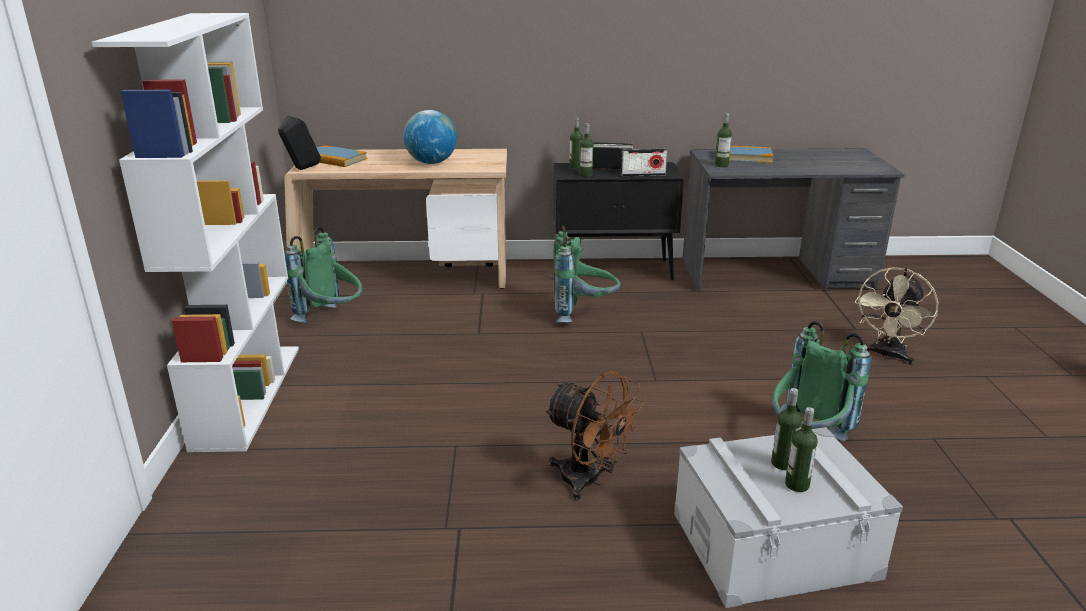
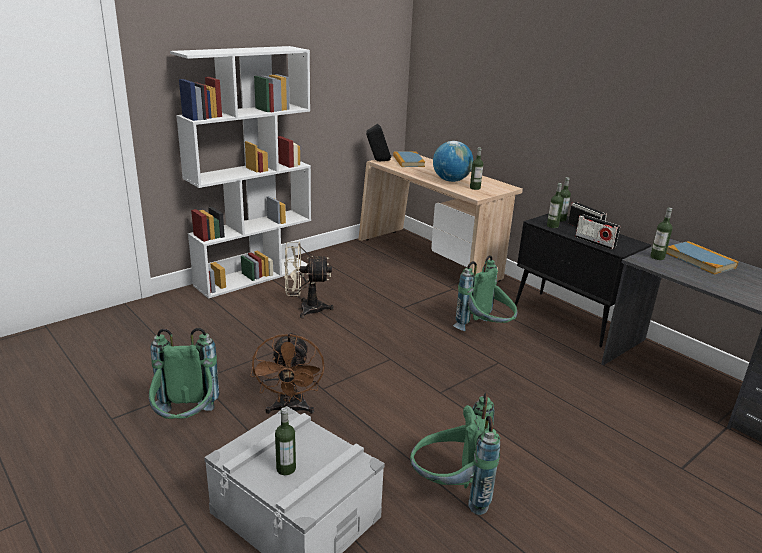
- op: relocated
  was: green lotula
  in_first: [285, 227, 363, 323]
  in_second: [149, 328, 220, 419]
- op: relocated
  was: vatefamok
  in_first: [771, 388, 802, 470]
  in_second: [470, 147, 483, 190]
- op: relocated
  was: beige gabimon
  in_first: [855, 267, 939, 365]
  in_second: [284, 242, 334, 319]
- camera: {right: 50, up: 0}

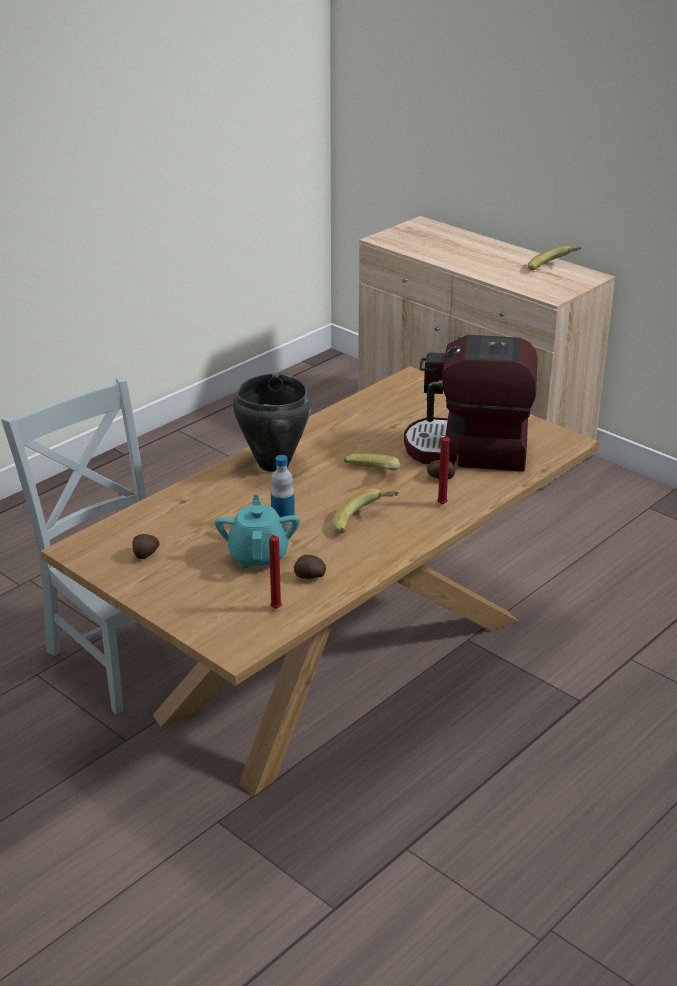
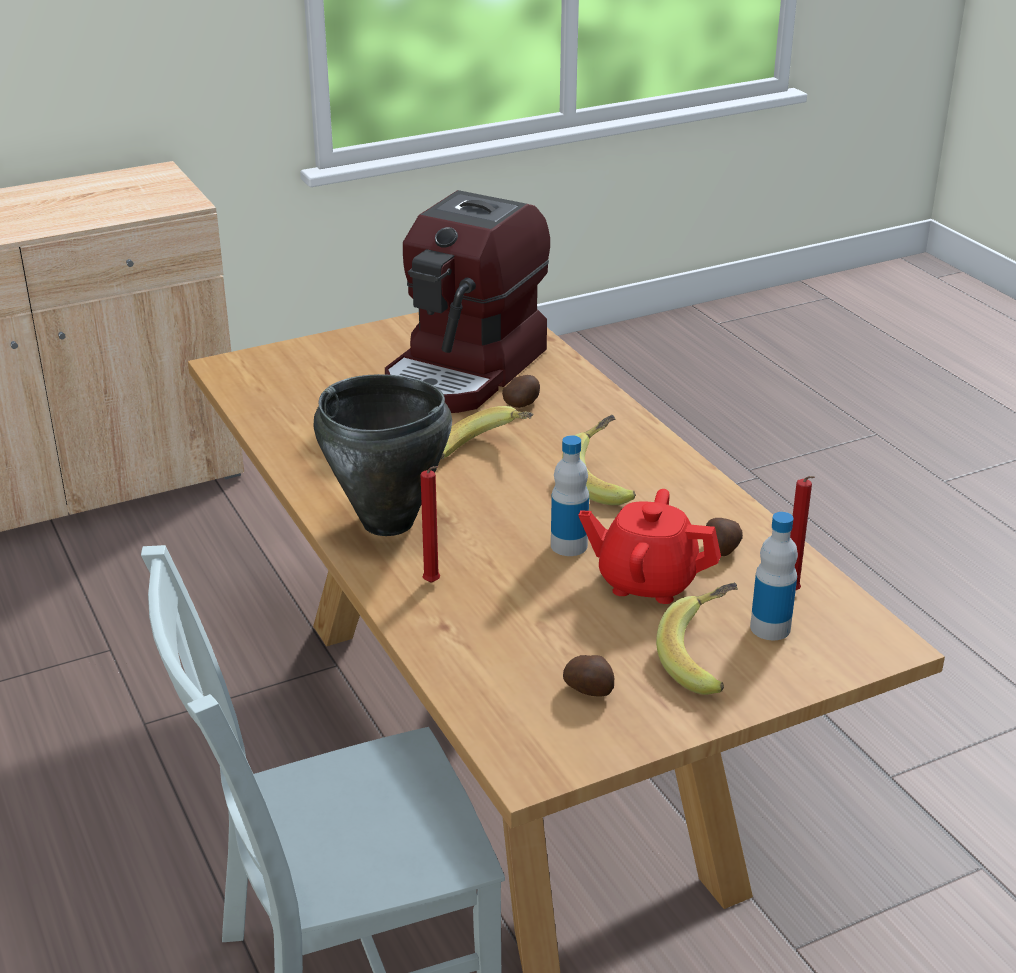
- op: colour
  was: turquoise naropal
  now: red naropal
  in_first: [215, 495, 300, 568]
  in_second: [579, 489, 721, 604]
- op: relocated
  was: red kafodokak
  in_first: [437, 435, 450, 504]
  in_second: [421, 466, 440, 583]
- op: relocated
  was: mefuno
  in_first: [528, 246, 581, 270]
  in_second: [656, 582, 738, 695]
- op: appeared
  now: vatefamok
  in_second: [750, 512, 798, 640]
- camera: {right: -70, up: 0}

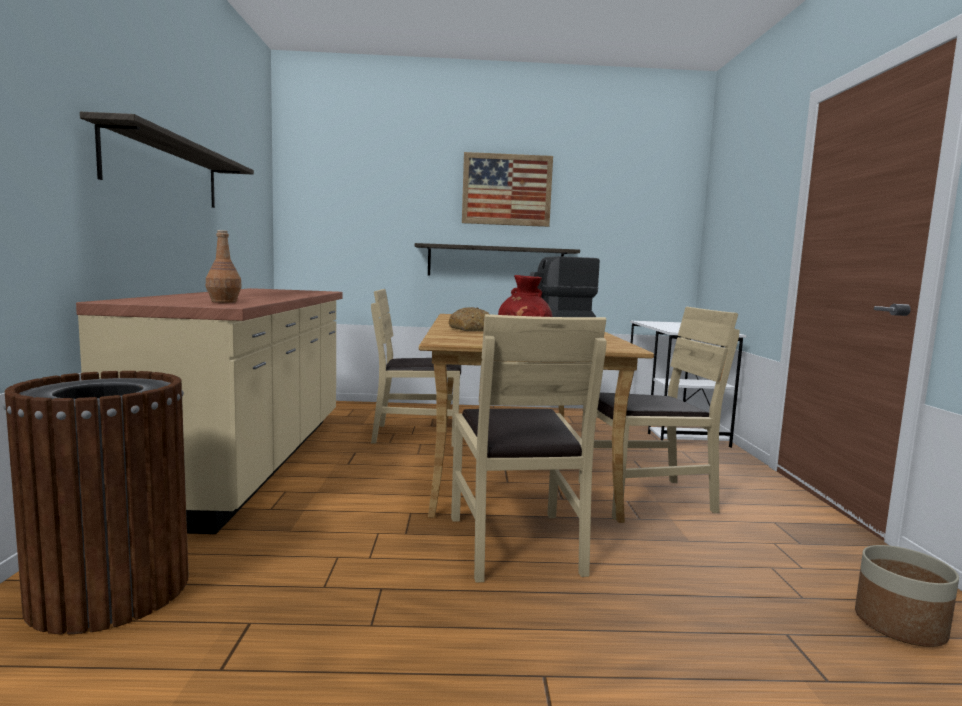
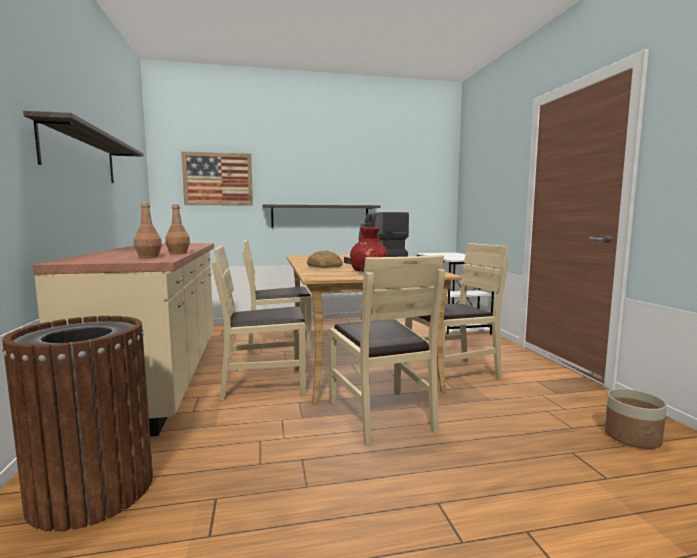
- op: relocated
  was: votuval
  in_first: [462, 152, 553, 227]
  in_second: [181, 151, 253, 206]
- op: appeared
  now: brown vatefamok
  in_second: [165, 204, 190, 254]
- op: appeared
  now: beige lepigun
  in_second: [212, 245, 306, 400]
- camera: {right: -10, up: 0}

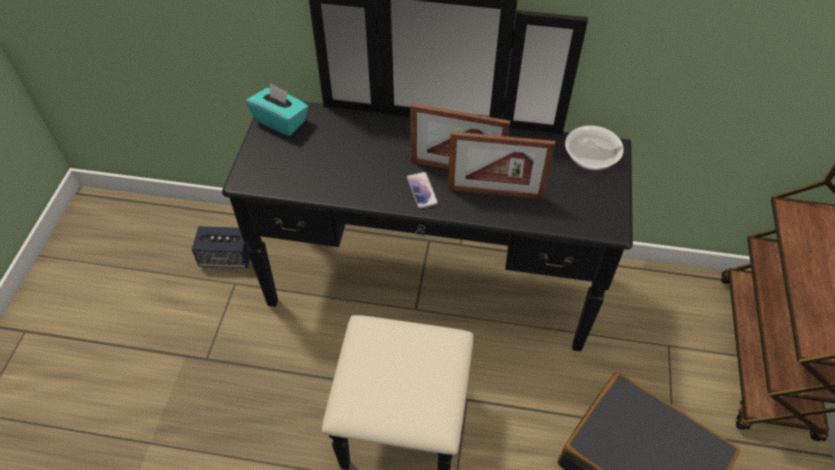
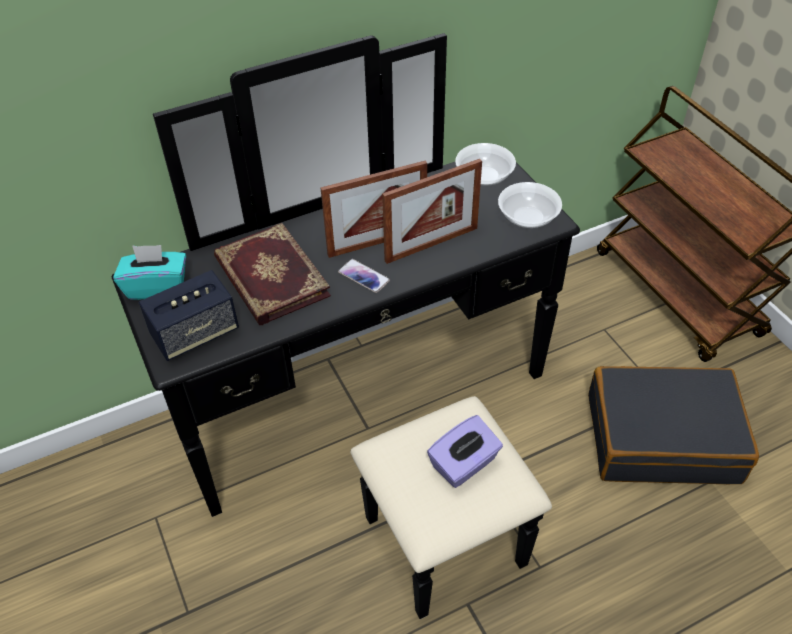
- op: relocated
  was: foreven
  in_first: [192, 226, 250, 268]
  in_second: [138, 270, 239, 361]
- op: appeared
  now: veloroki
  in_second: [214, 223, 331, 325]
- op: appeared
  now: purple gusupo
  in_second: [427, 415, 503, 488]
- op: appeared
  now: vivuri
  in_second: [498, 182, 562, 228]
- camera: {right: -35, up: -5}

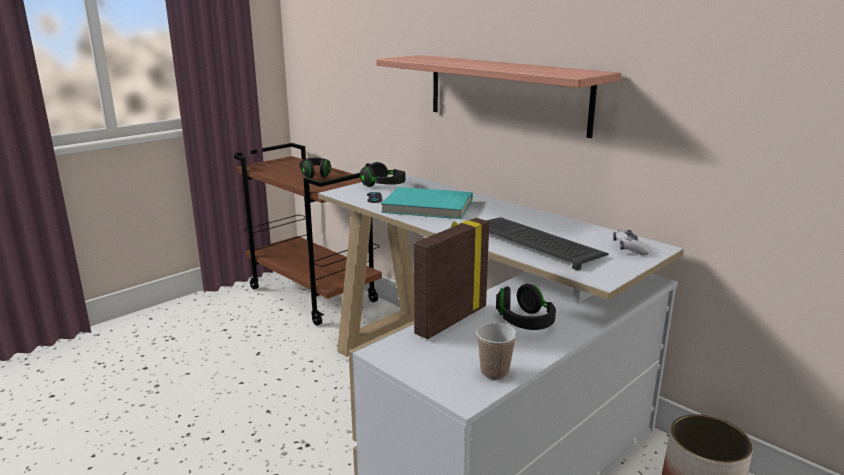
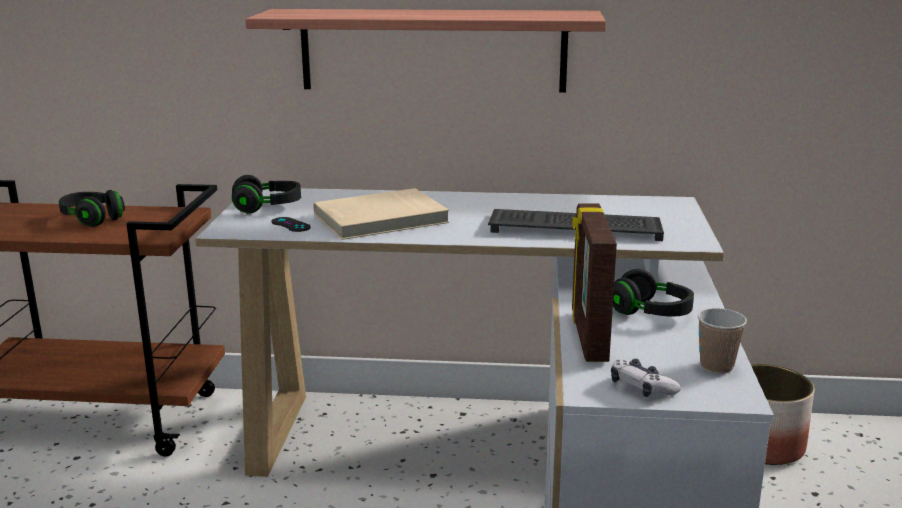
- op: colour
  was: turquoise veloroki
  now: beige veloroki
  in_first: [381, 187, 473, 219]
  in_second: [313, 188, 449, 240]
- op: relocated
  was: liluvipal
  in_first: [613, 229, 649, 255]
  in_second: [611, 359, 681, 397]
- camera: {right: -40, up: 0}

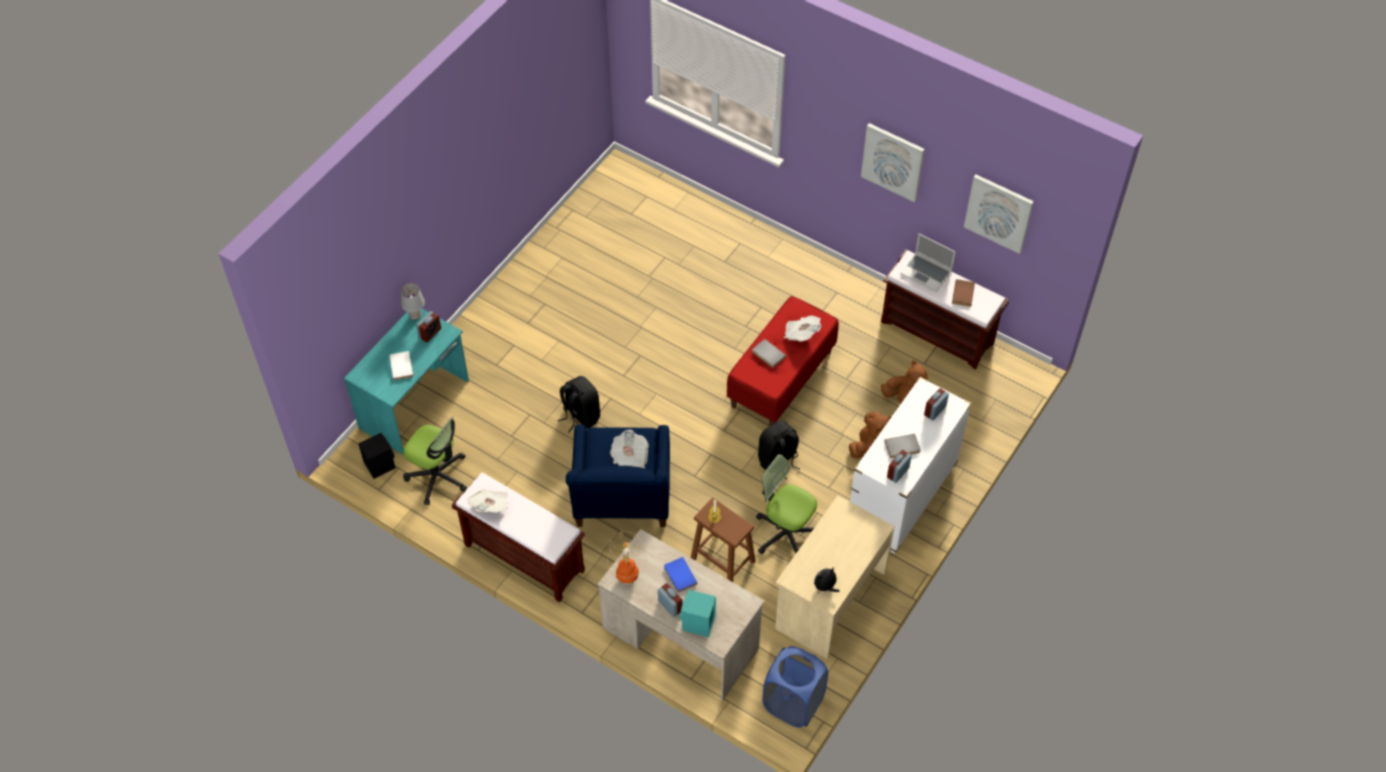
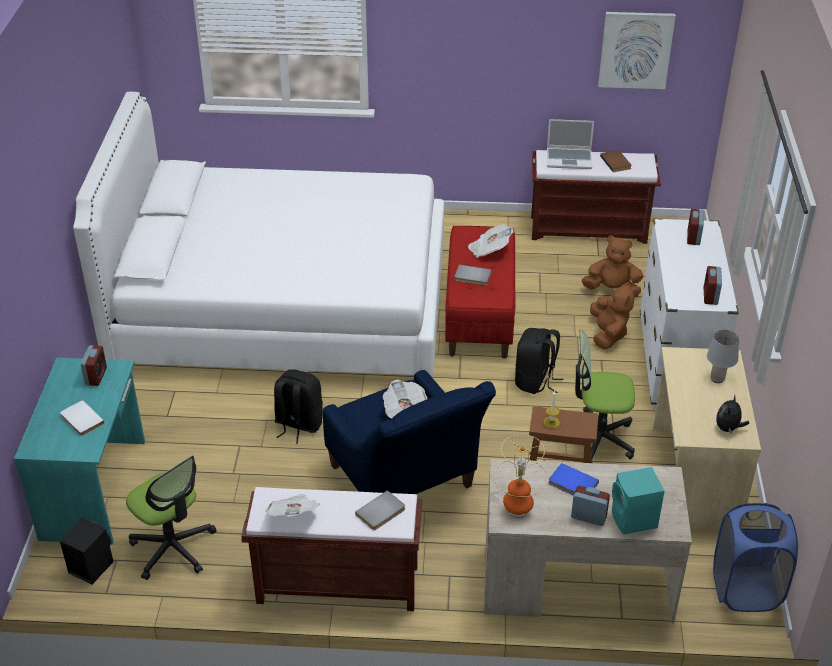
- op: relocated
  was: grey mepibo
  in_first: [401, 284, 425, 320]
  in_second: [707, 330, 739, 383]
- op: spun
  was: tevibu
  in_first: [403, 416, 467, 505]
  in_second: [126, 455, 217, 580]
  clockwise: 45
- op: missing
  was: votuval
  in_first: [861, 123, 925, 202]
- op: relocated
  was: grey veloroki
  in_first: [884, 434, 921, 458]
  in_second: [355, 490, 405, 530]
- op: appeared
  now: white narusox
  in_second: [73, 92, 444, 377]
- camera: {right: -30, up: -15}

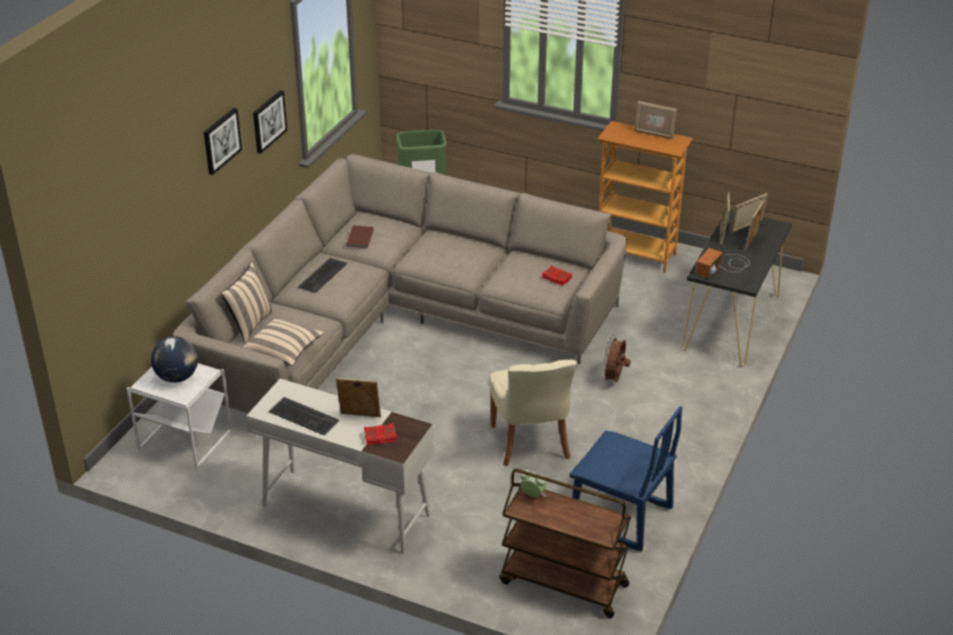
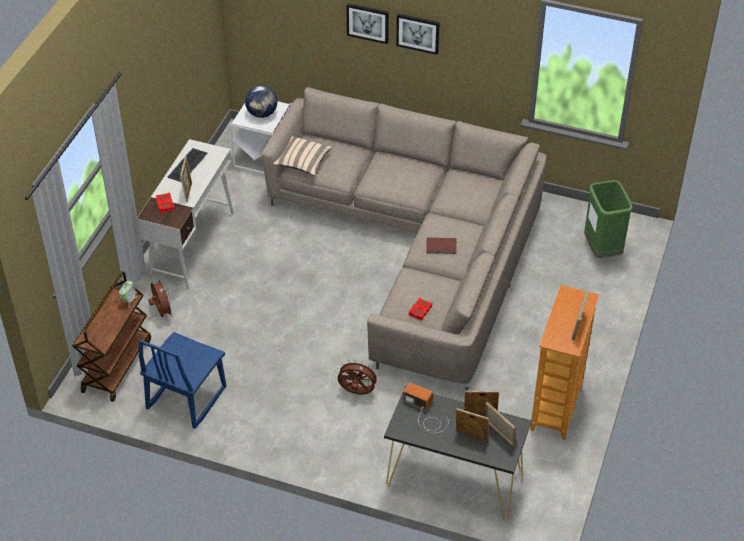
- op: missing
  was: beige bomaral
  in_first: [221, 262, 274, 343]
- op: relocated
  was: votuval
  in_first: [253, 90, 287, 154]
  in_second: [346, 3, 389, 44]
- op: missing
  was: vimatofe
  in_first: [298, 258, 347, 293]
- op: relocated
  was: brown veloroki
  in_first: [346, 225, 374, 248]
  in_second: [426, 237, 456, 254]
- op: missing
  was: beige lepigun
  in_first: [489, 360, 577, 466]
- op: appeared
  now: brown gabimon
  in_second: [148, 278, 174, 317]
- camera: {right: 85, up: 10}

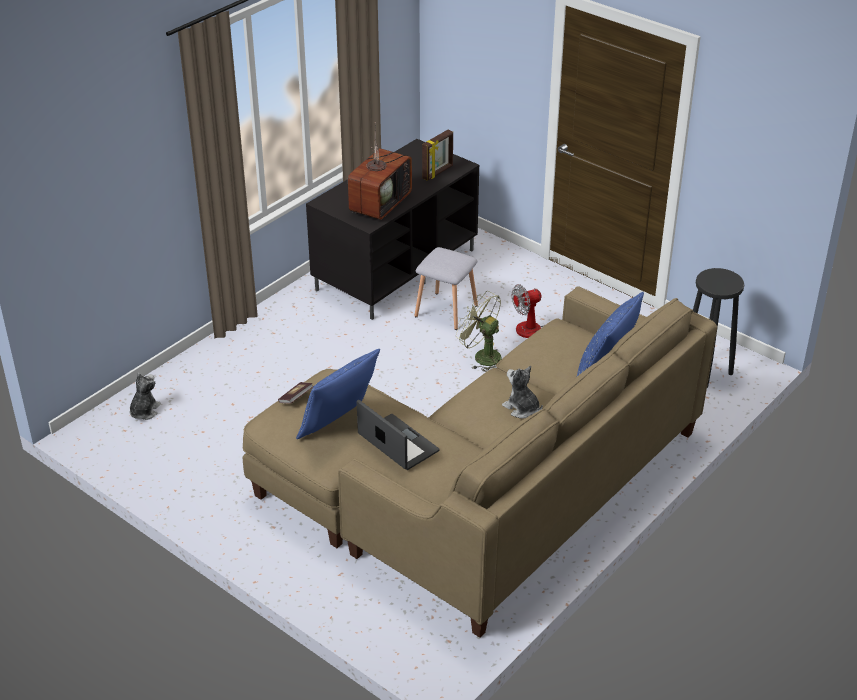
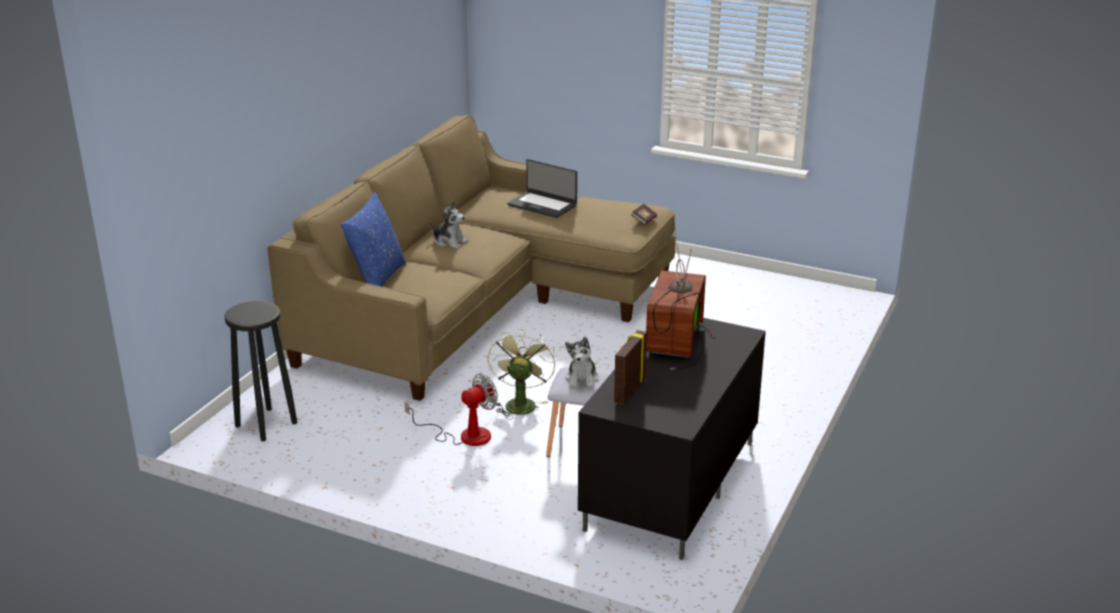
- op: relocated
  was: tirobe
  in_first: [130, 373, 161, 420]
  in_second: [565, 337, 599, 390]
- op: missing
  was: blue bomaral
  in_first: [296, 349, 380, 439]
- op: spun
  was: green gabimon
  in_first: [456, 291, 502, 372]
  in_second: [488, 330, 555, 420]
  clockwise: -105
- camera: {right: 165, up: -10}

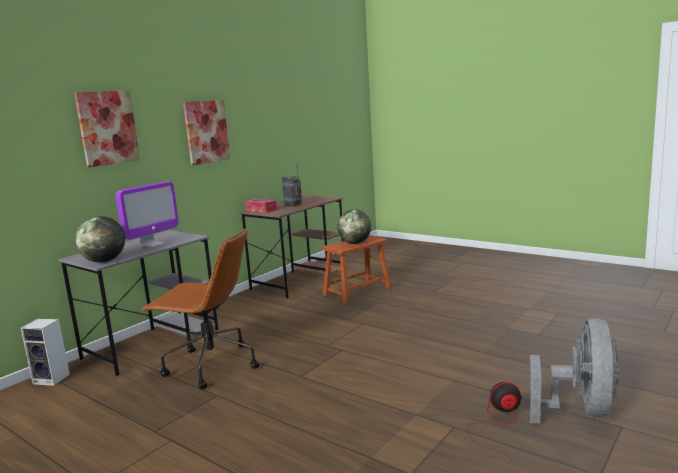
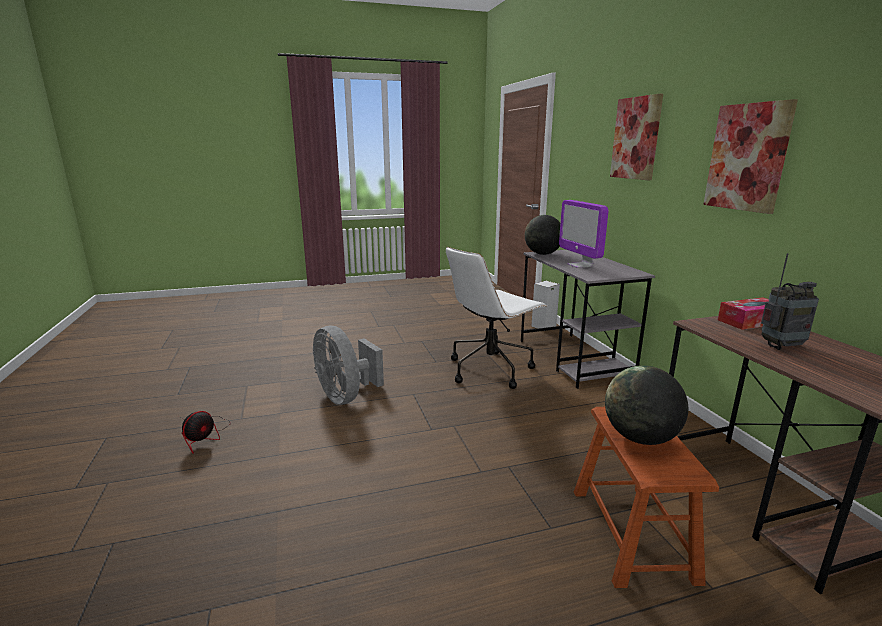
- op: colour
  was: brown tevibu
  now: white tevibu
  in_first: [141, 228, 260, 389]
  in_second: [446, 247, 547, 389]
- op: relocated
  was: grey gabimon
  in_first: [529, 318, 619, 424]
  in_second: [313, 326, 384, 405]
- camera: {right: 125, up: 5}

